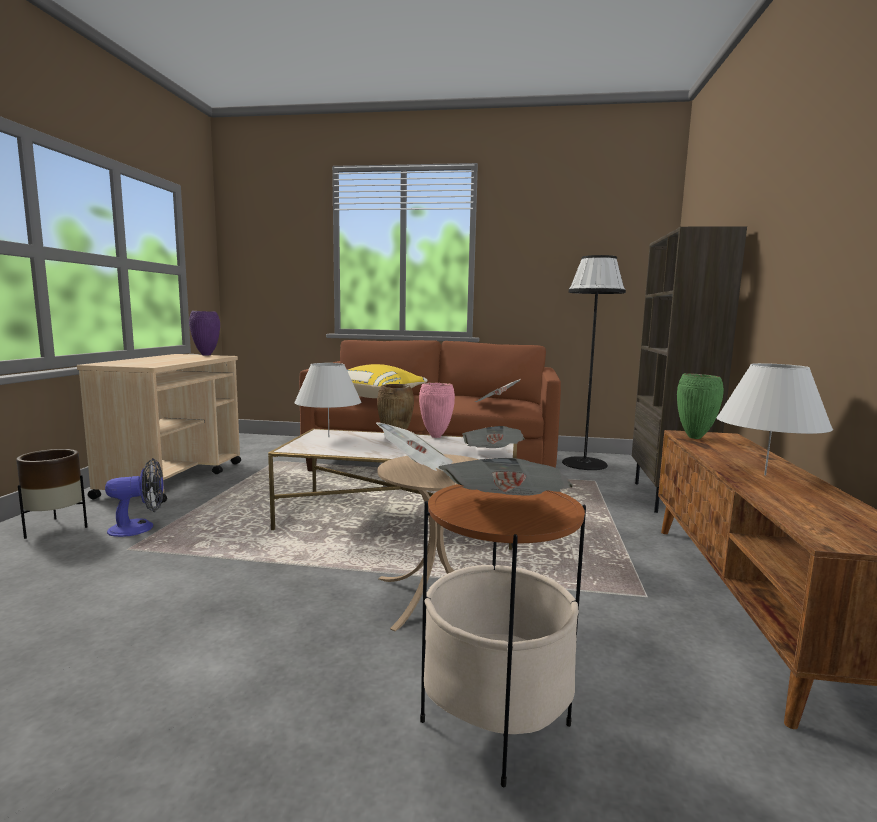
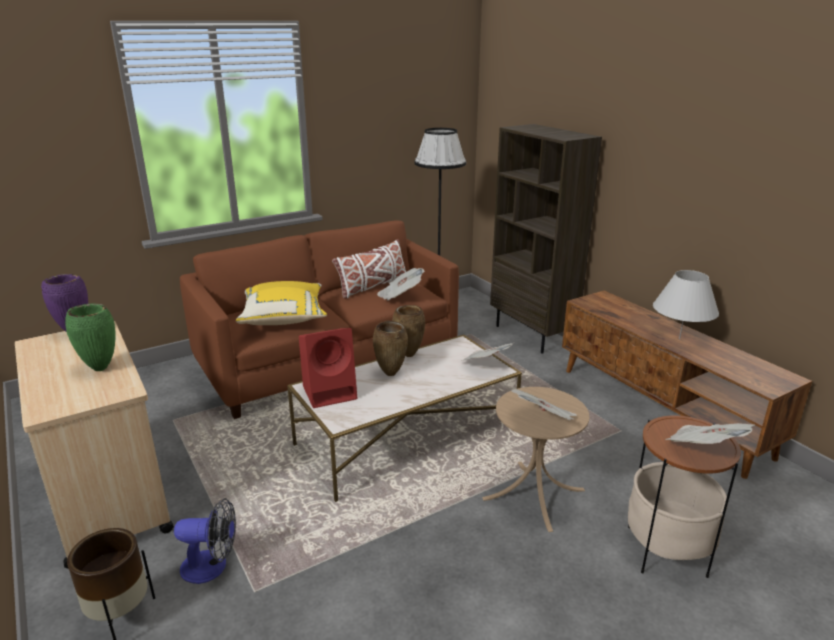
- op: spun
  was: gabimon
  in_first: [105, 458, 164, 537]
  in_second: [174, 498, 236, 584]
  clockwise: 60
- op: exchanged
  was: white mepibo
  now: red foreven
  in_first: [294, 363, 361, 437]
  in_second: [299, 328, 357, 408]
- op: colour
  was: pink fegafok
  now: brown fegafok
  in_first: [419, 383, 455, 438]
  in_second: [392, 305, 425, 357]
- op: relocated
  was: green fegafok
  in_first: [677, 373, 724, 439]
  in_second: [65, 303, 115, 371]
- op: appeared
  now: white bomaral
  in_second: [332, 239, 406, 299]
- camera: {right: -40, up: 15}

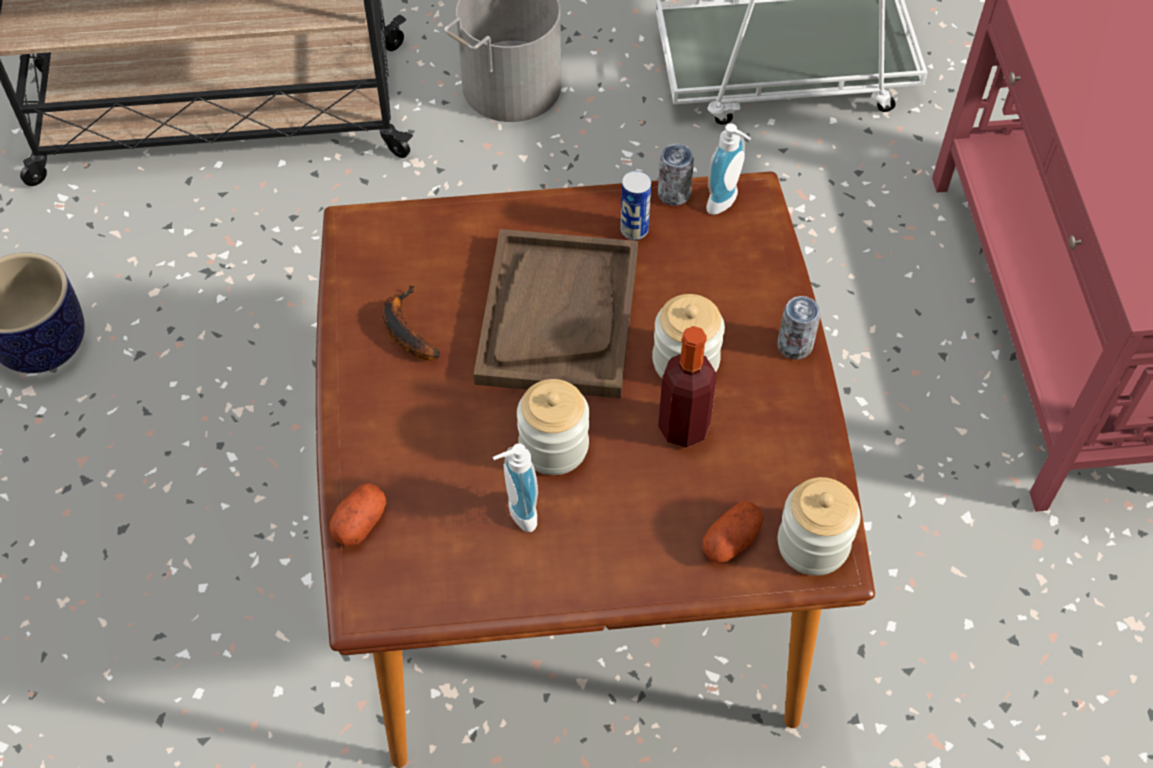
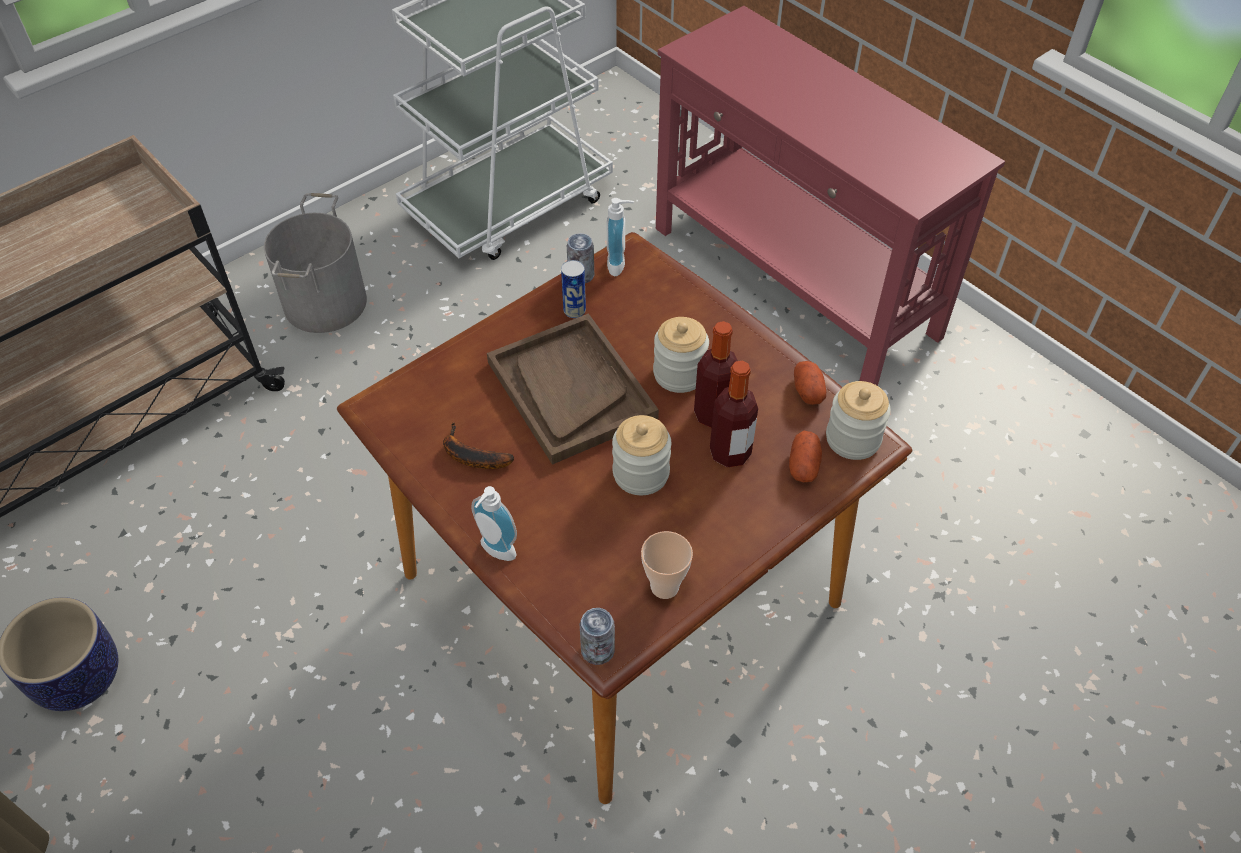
- op: relocated
  was: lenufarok
  in_first: [329, 483, 387, 546]
  in_second: [794, 361, 826, 405]
- op: relocated
  was: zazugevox
  in_first: [493, 443, 538, 532]
  in_second: [472, 486, 517, 561]
- op: relocated
  was: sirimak
  in_first: [777, 296, 820, 360]
  in_second: [580, 608, 615, 665]
- op: appeared
  now: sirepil
  in_second: [641, 531, 693, 599]
- op: appeared
  now: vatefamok
  in_second: [710, 361, 758, 468]
- camera: {right: -35, up: -5}

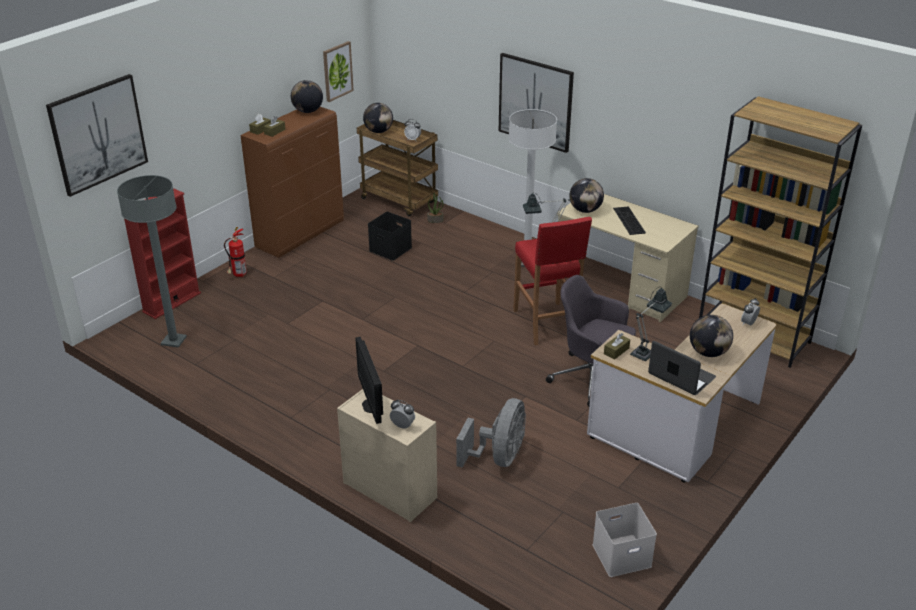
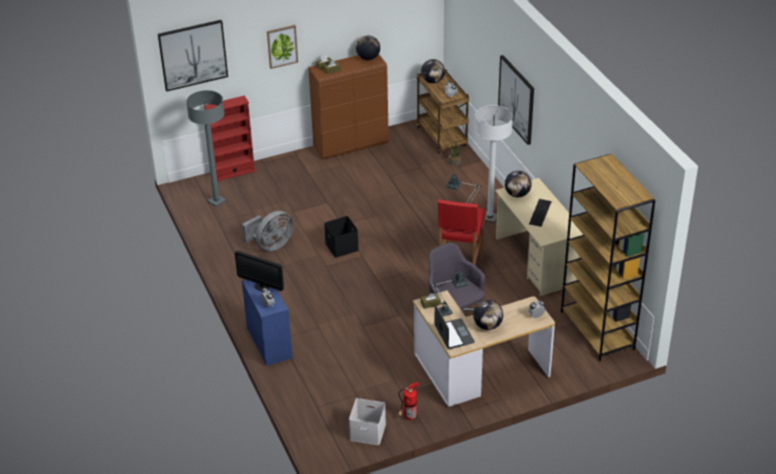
- op: relocated
  was: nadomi
  in_first: [224, 227, 247, 277]
  in_second: [398, 381, 420, 420]
- op: relocated
  was: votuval
  in_first: [323, 41, 354, 102]
  in_second: [267, 25, 298, 69]
- op: colour
  was: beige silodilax
  now: blue silodilax
  in_first: [337, 389, 437, 522]
  in_second: [242, 280, 293, 366]
- op: spun
  was: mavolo
  in_first: [355, 337, 383, 424]
  in_second: [235, 251, 284, 291]
  clockwise: -75
- op: relocated
  was: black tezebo
  in_first: [368, 212, 412, 261]
  in_second: [324, 216, 359, 258]
- op: relocated
  was: grey gabimon
  in_first: [456, 398, 526, 468]
  in_second: [242, 211, 294, 251]
- camera: {right: 30, up: 5}

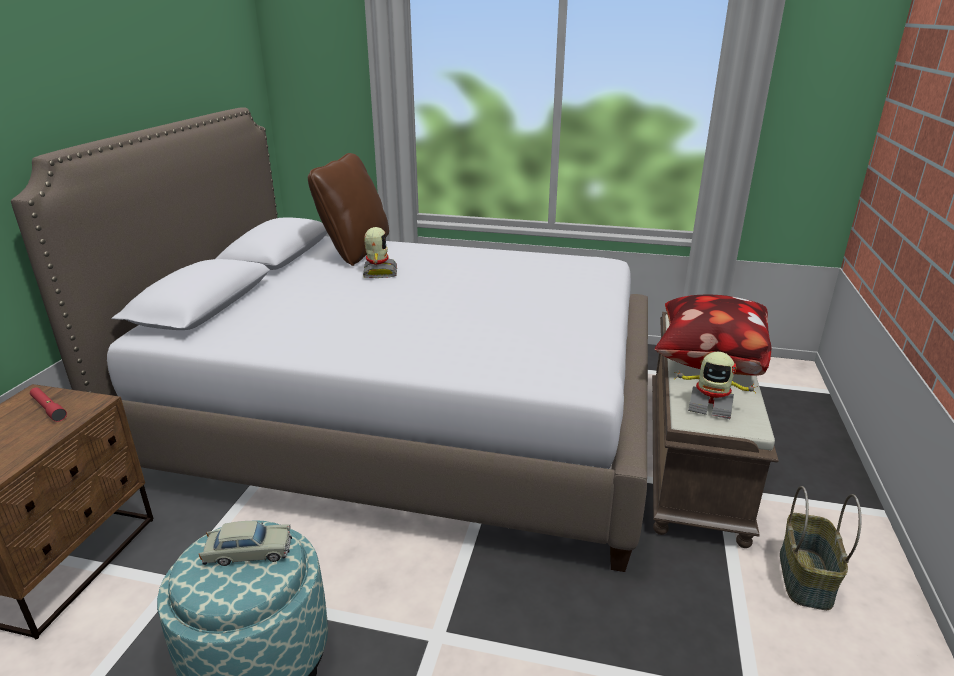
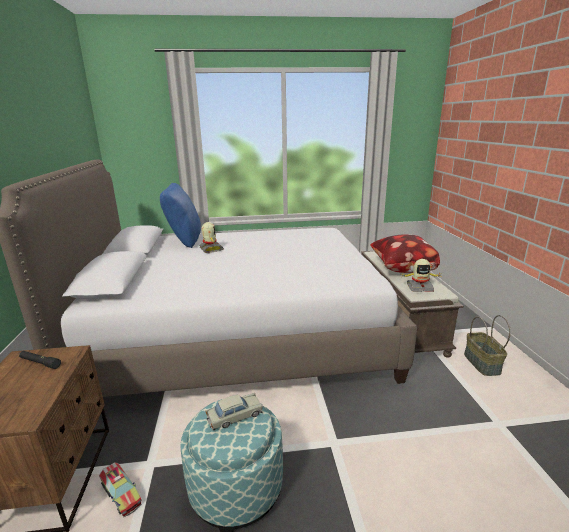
- op: colour
  was: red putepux
  now: black putepux
  in_first: [30, 387, 67, 422]
  in_second: [19, 351, 61, 369]
- op: colour
  was: brown bomaral
  now: blue bomaral
  in_first: [308, 153, 389, 266]
  in_second: [160, 183, 201, 248]
- op: appeared
  now: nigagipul
  in_second: [99, 462, 142, 517]
- camera: {right: -20, up: -5}

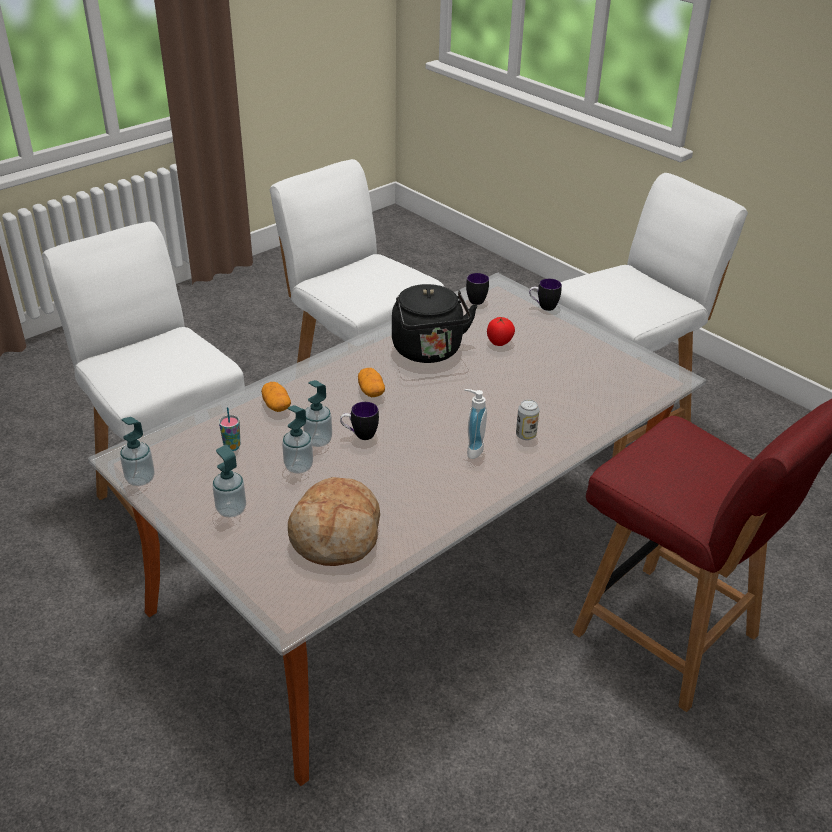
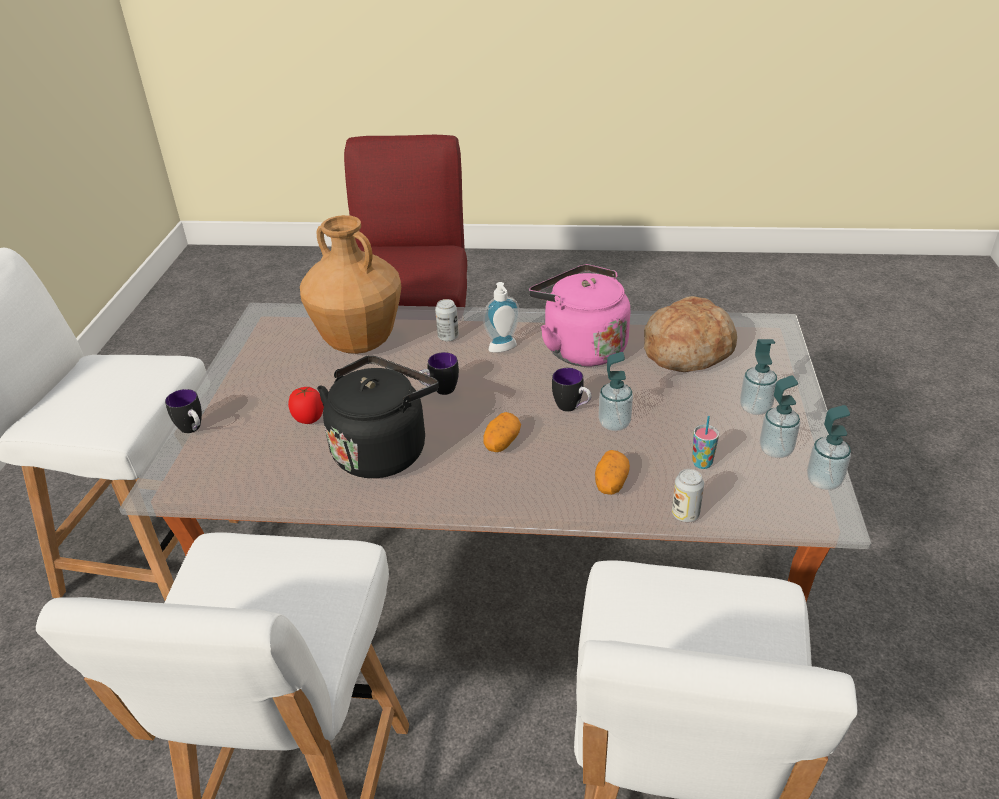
- op: relocated
  was: zazugevox
  in_first: [282, 405, 313, 474]
  in_second: [760, 376, 800, 458]
- op: relocated
  was: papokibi
  in_first: [466, 273, 489, 305]
  in_second: [419, 352, 459, 395]
- op: appeared
  now: brown fegafok
  in_second: [300, 215, 401, 354]
- op: appeared
  now: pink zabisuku
  in_second: [529, 264, 630, 366]
- op: appeared
  now: sirimak
  in_second: [672, 469, 704, 522]
- camera: {right: -130, up: 0}

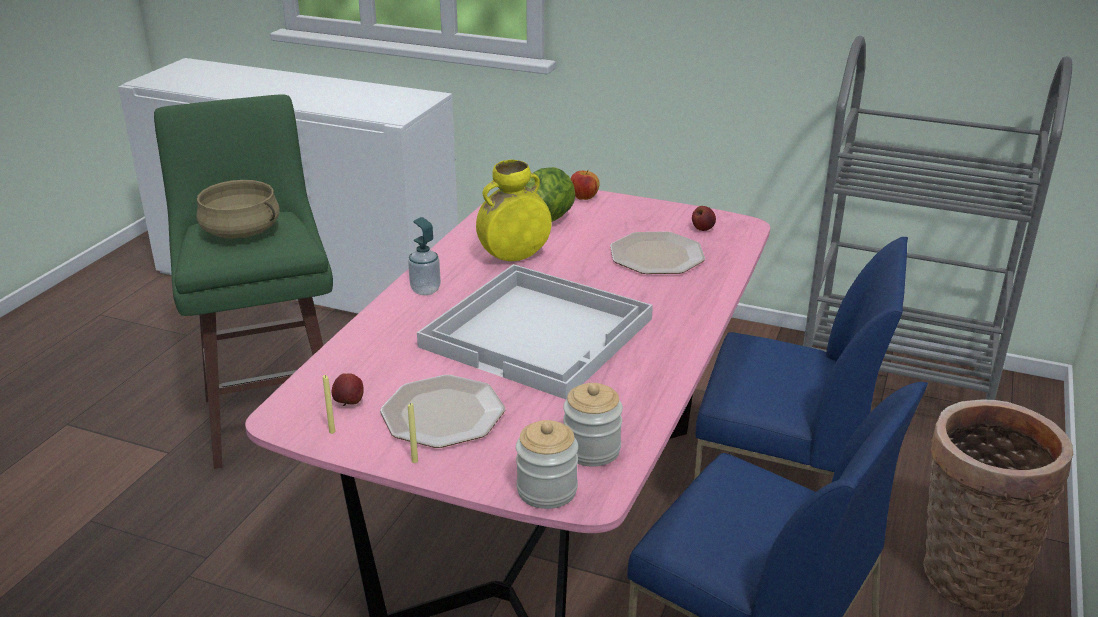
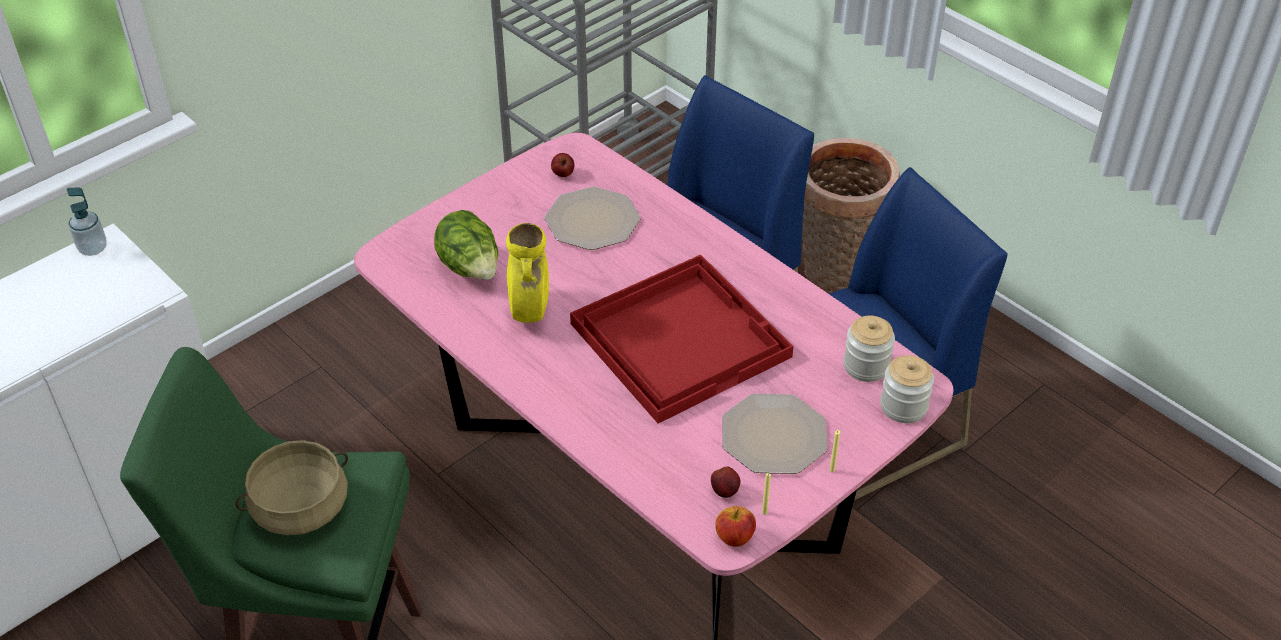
- op: relocated
  was: zazugevox
  in_first: [408, 217, 441, 295]
  in_second: [67, 188, 106, 256]
- op: colour
  was: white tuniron
  now: red tuniron
  in_first: [417, 264, 653, 399]
  in_second: [570, 255, 794, 424]
- op: relocated
  was: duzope
  in_first: [570, 170, 600, 200]
  in_second: [715, 506, 756, 547]
- camera: {right: -65, up: 15}

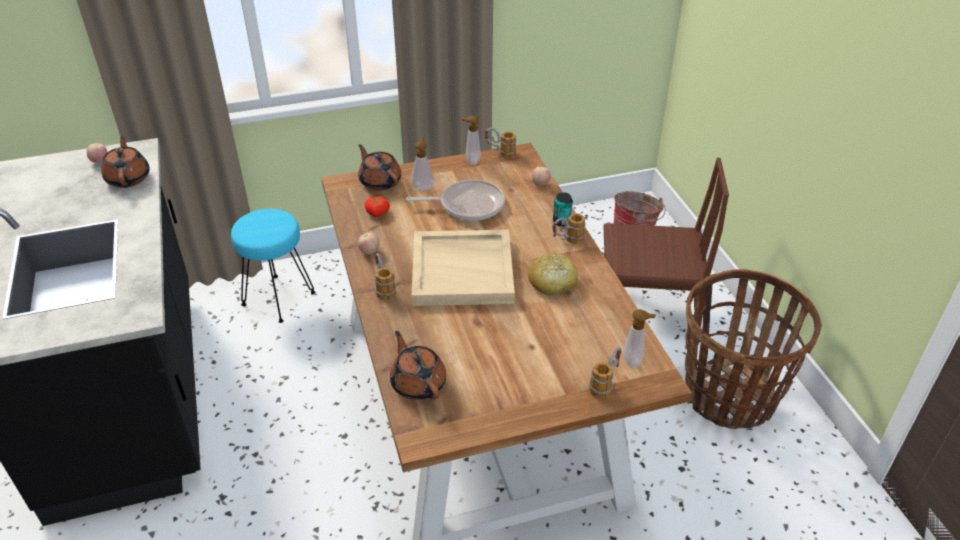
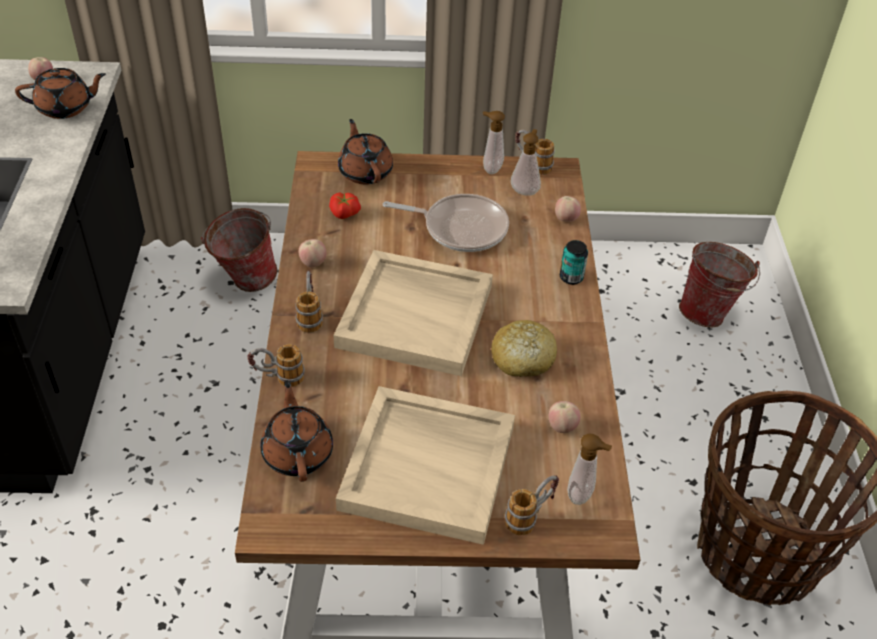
- op: spun
  was: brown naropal
  in_first: [101, 136, 149, 188]
  in_second: [15, 68, 106, 119]
  clockwise: 75
- op: exchanged
  was: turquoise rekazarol
  now: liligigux
  in_first: [231, 209, 315, 323]
  in_second: [201, 208, 277, 292]
- op: relocated
  was: zazugevox
  in_first: [411, 138, 434, 191]
  in_second: [511, 129, 541, 196]
- op: relocated
  was: papokibi
  in_first: [552, 214, 586, 244]
  in_second: [247, 344, 305, 387]
- op: missing
  was: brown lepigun
  in_first: [604, 158, 729, 327]
- op: appeared
  now: beige tuniron
  in_second: [336, 386, 515, 545]
- op: appeared
  now: duzope
  in_second: [549, 401, 580, 433]
- camera: {right: 15, up: 5}

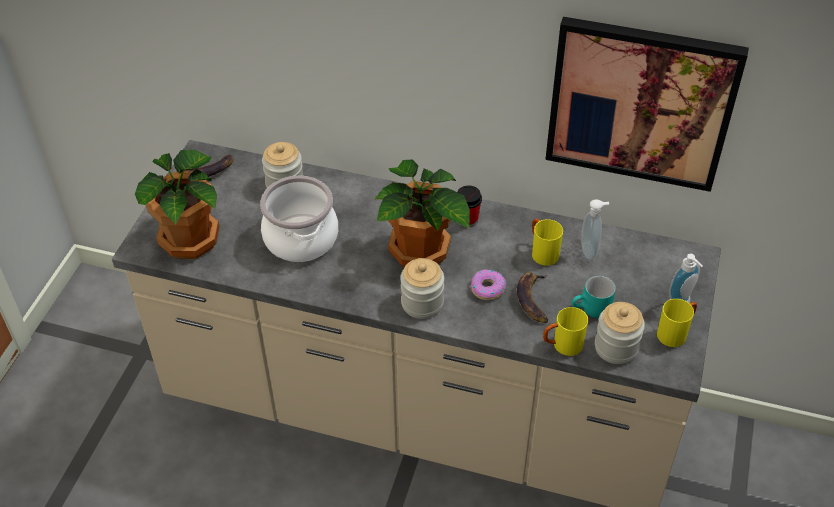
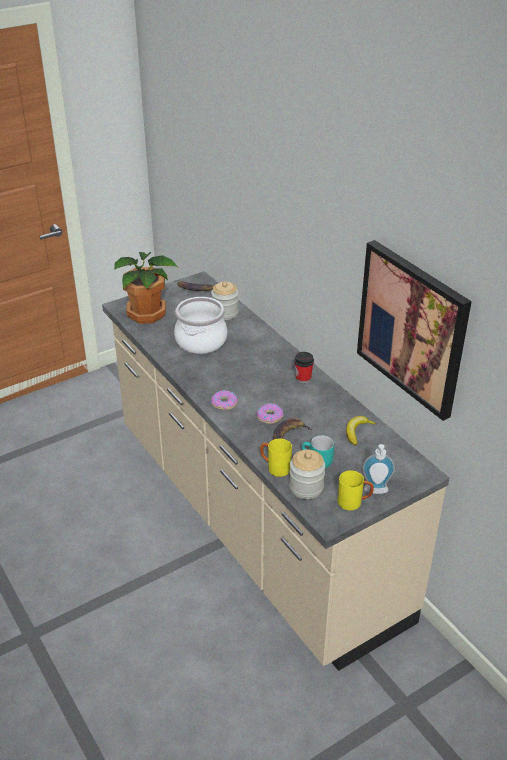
- op: missing
  was: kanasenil
  in_first: [375, 159, 470, 267]
- op: exchanged
  was: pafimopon
  now: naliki
  in_first: [400, 258, 444, 319]
  in_second: [211, 390, 238, 410]
- op: missing
  was: yellow papokibi
  in_first: [532, 219, 563, 266]
- op: exchanged
  was: zazugevox
  now: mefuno
  in_first: [581, 199, 609, 259]
  in_second: [346, 416, 376, 445]
- camera: {right: 40, up: -10}

